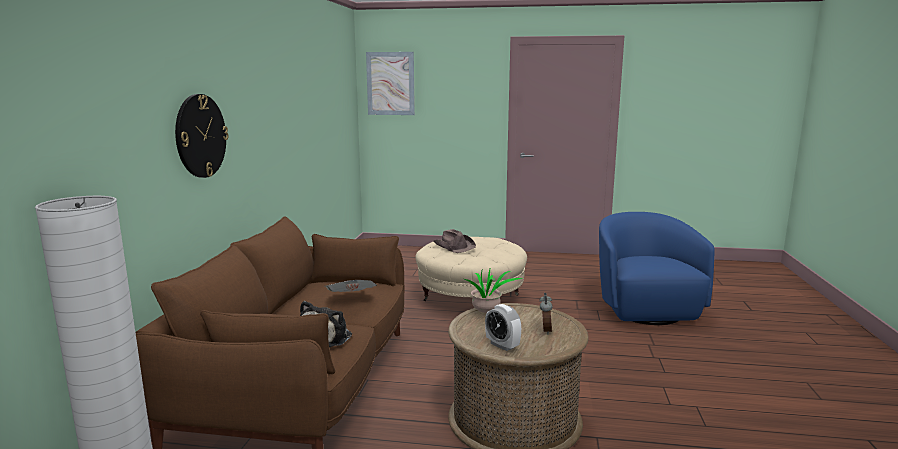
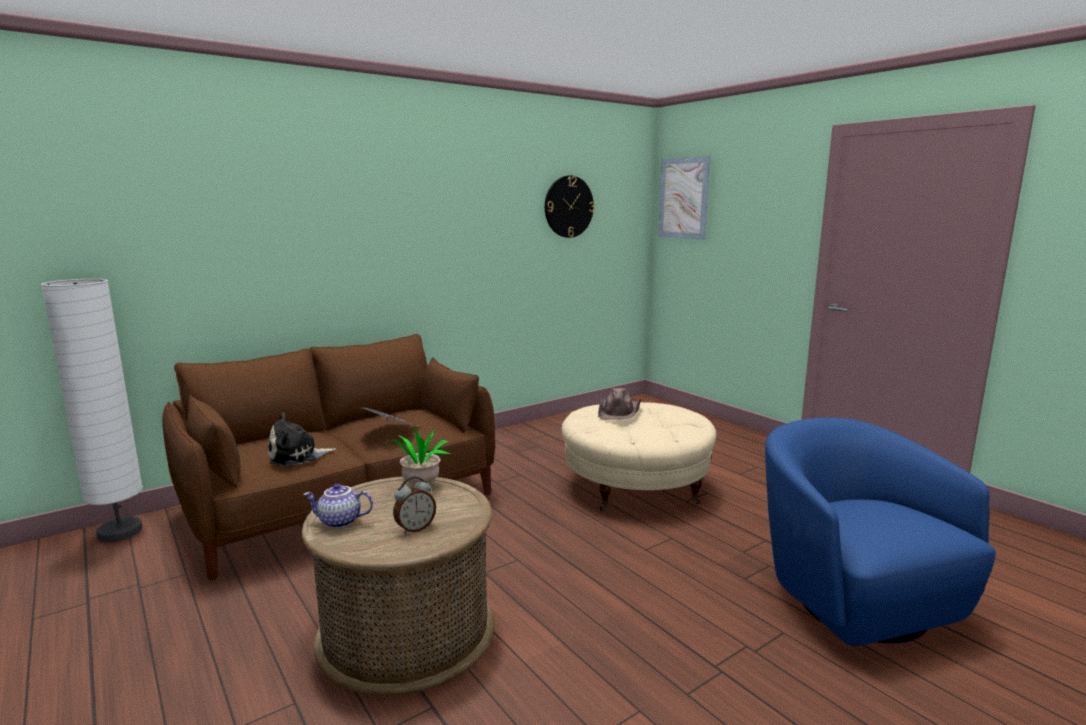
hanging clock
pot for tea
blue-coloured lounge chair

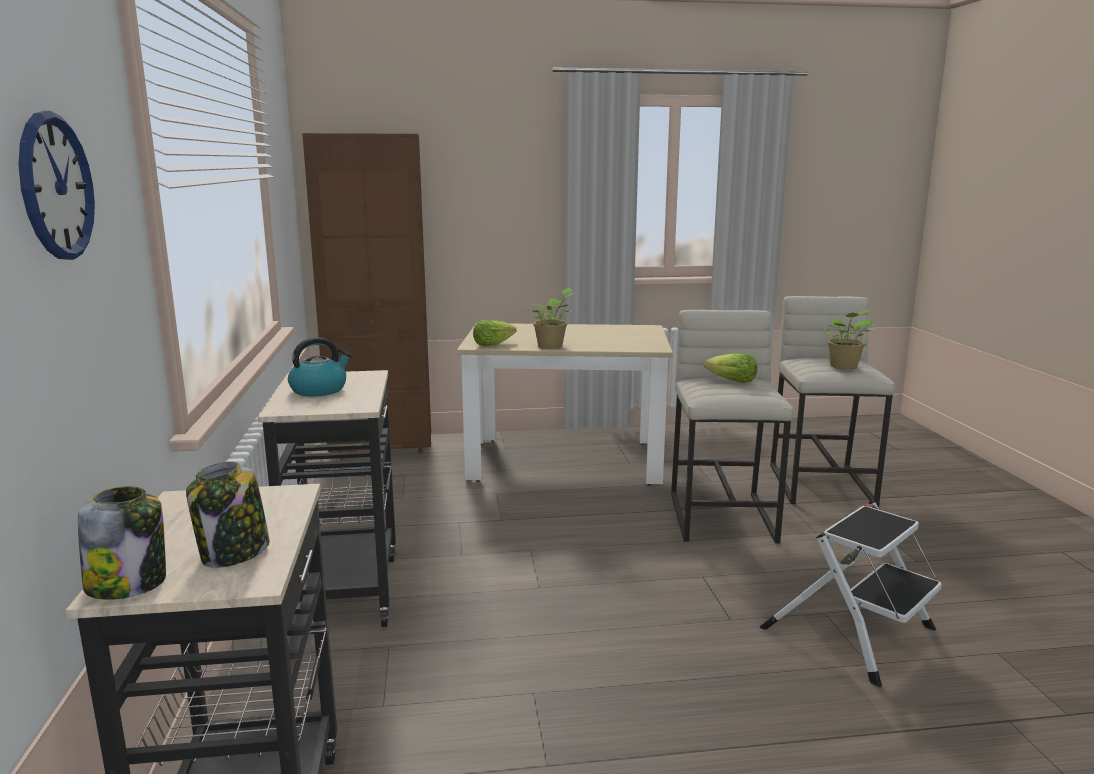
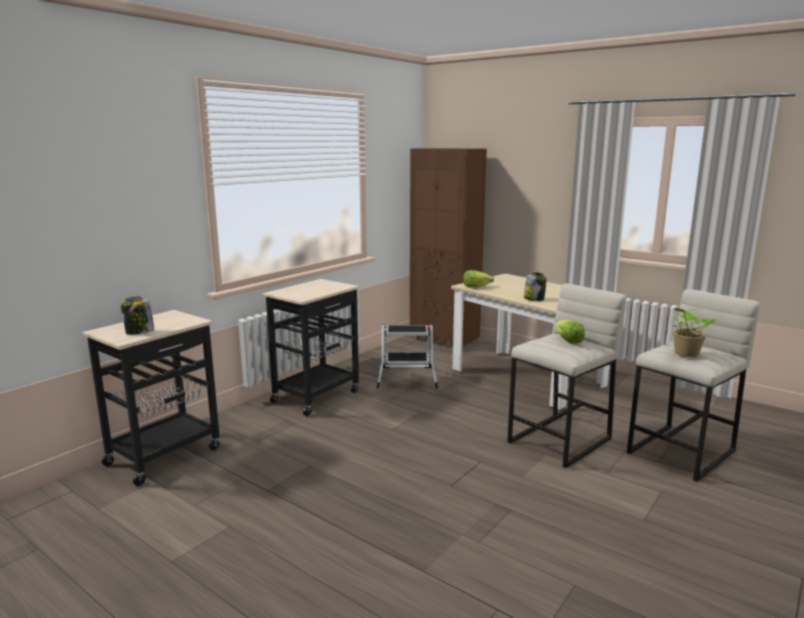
hanging clock
water kettle
plant in a pot (no. 1 from left in the first image)
storage jar (no. 2 from left)
step ladder

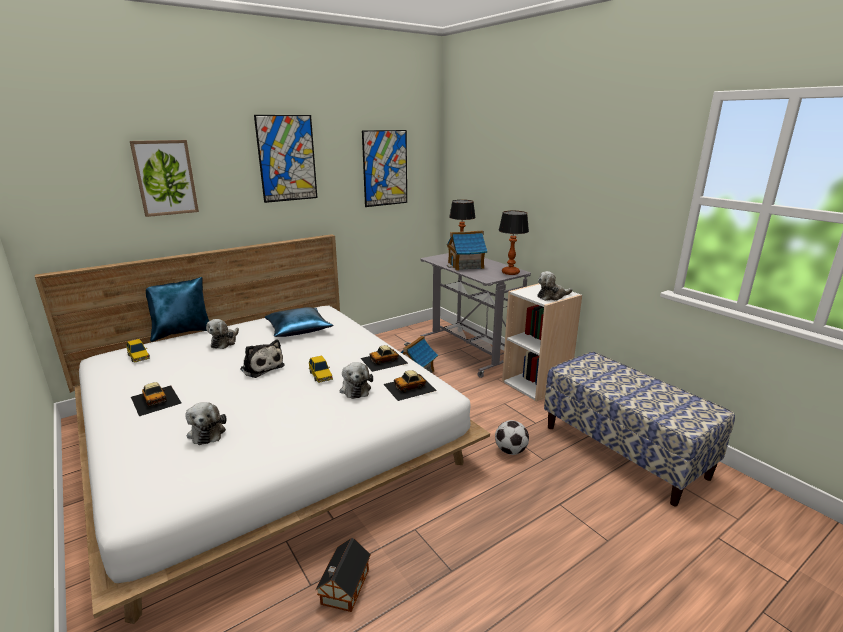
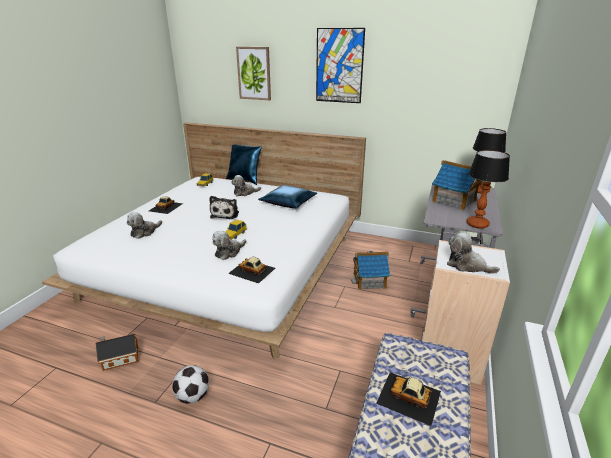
wall picture (no. 3 from left in the first image)
model car (no. 5 from left)
football

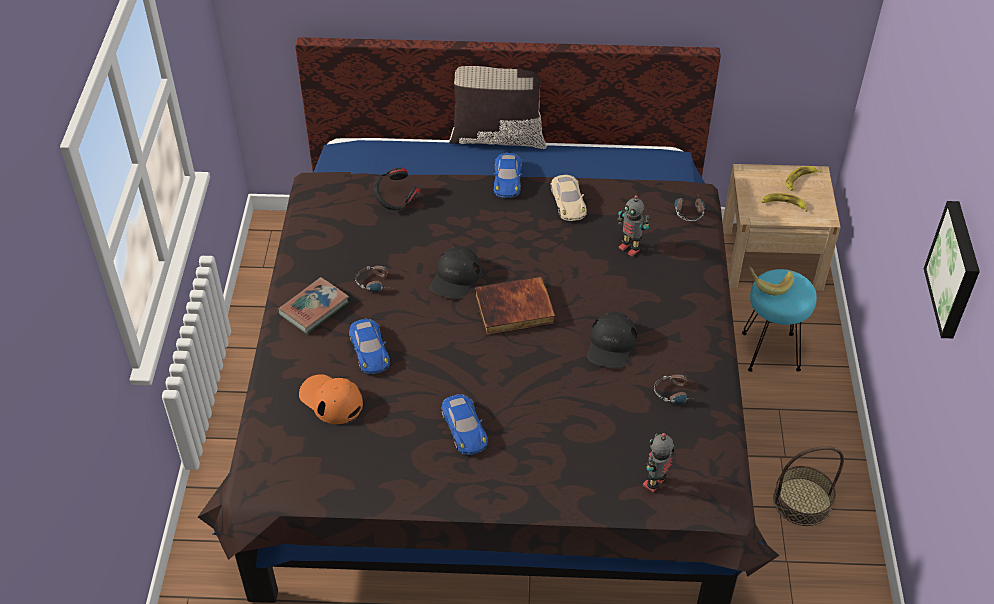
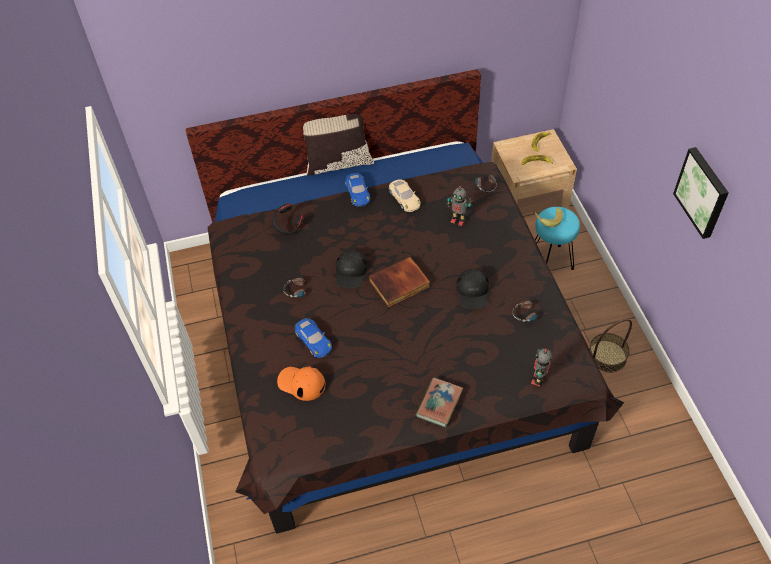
blue-coloured model car (no. 2 from left in the first image)
book (no. 2 from left)

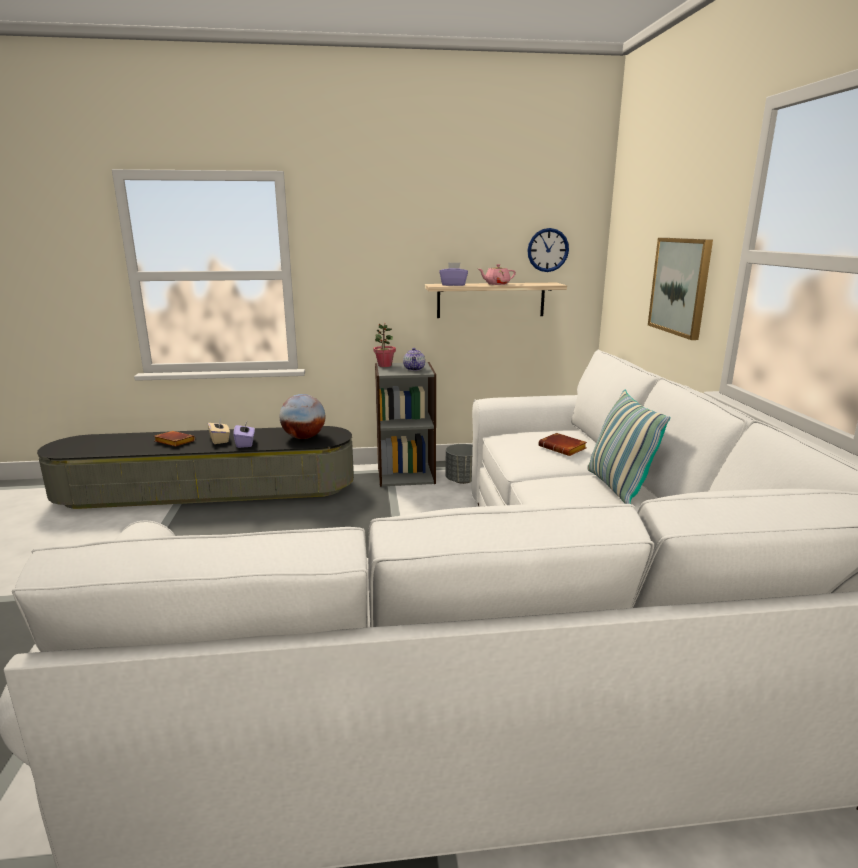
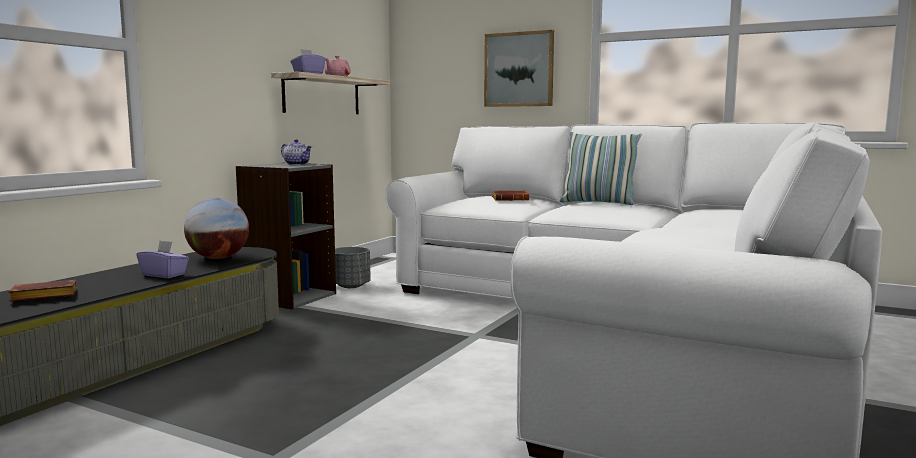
beige-coloured tissue box
plant in a pot
hanging clock

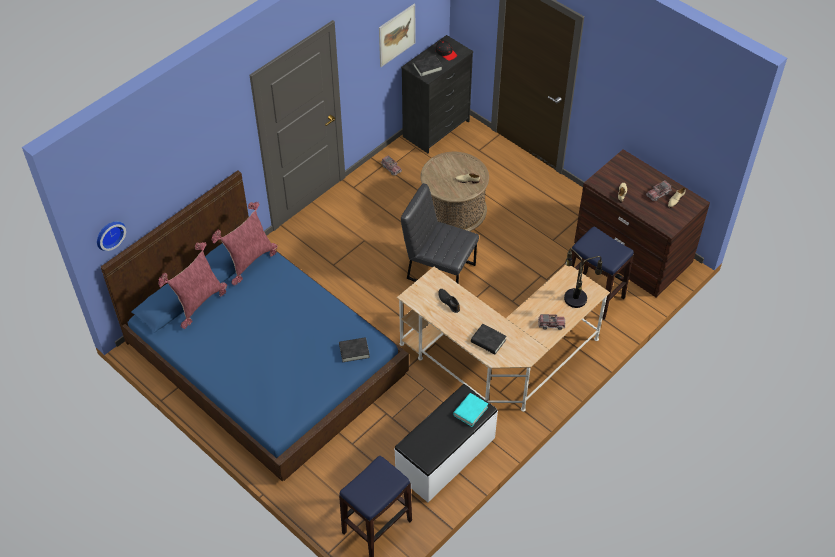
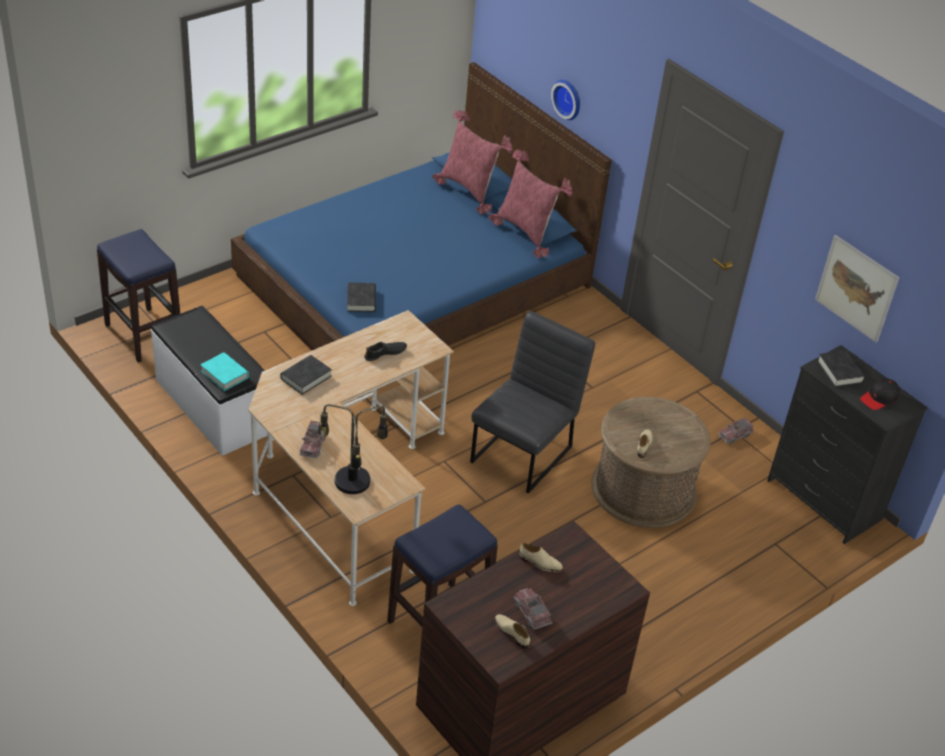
hanging clock

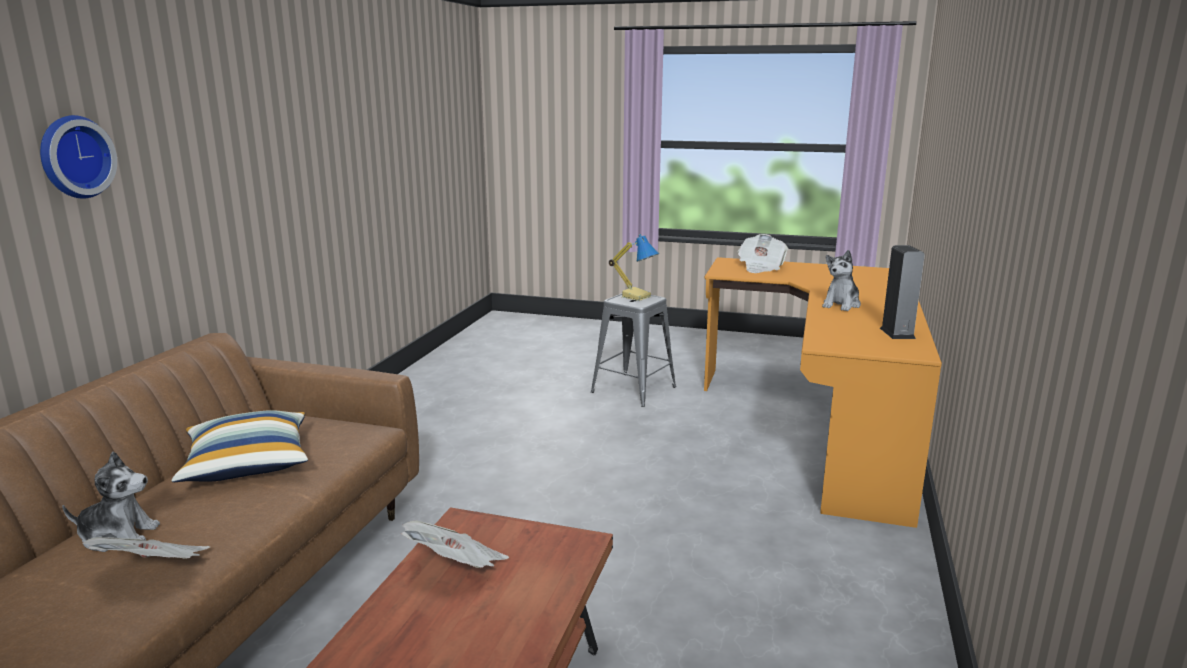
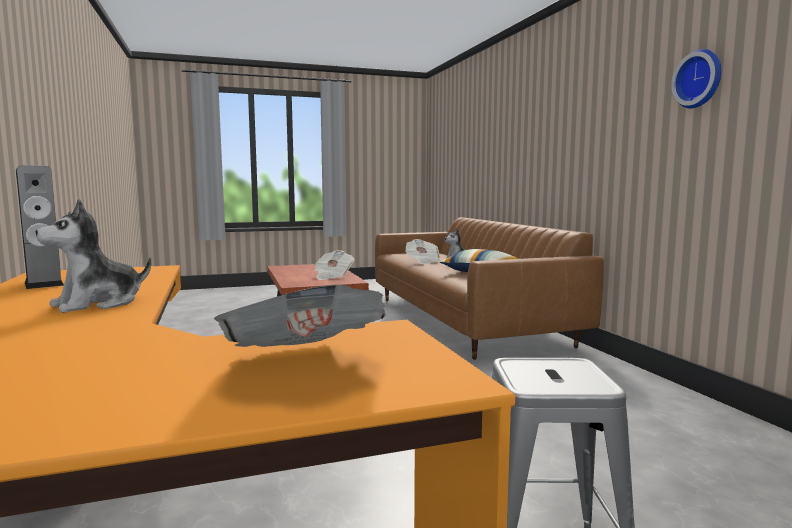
tabletop lamp
hanging clock
soft toy (no. 1 from left)

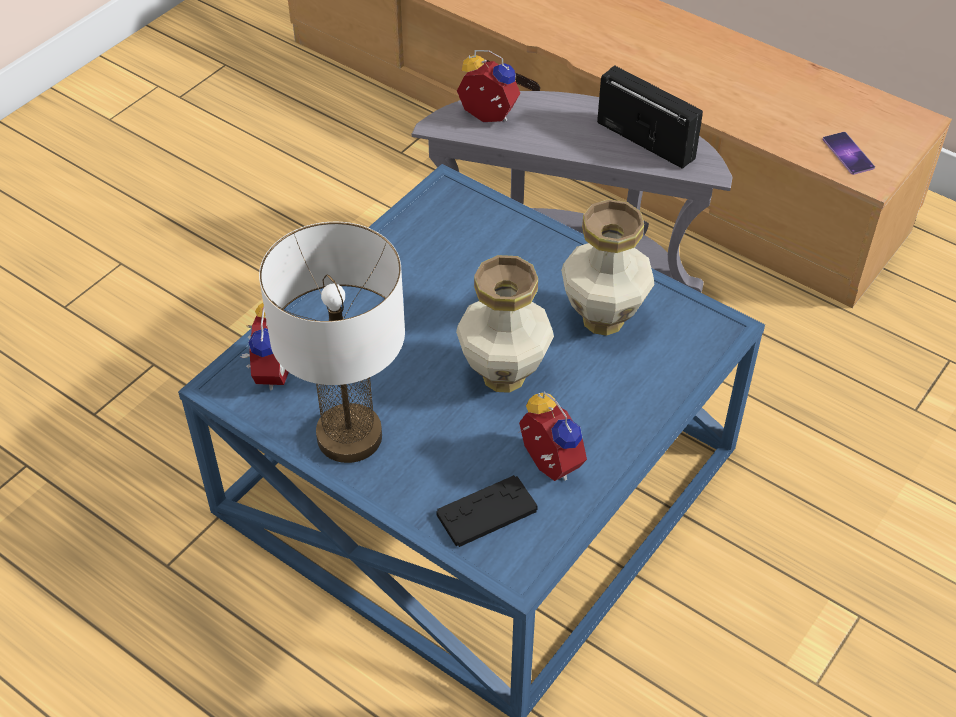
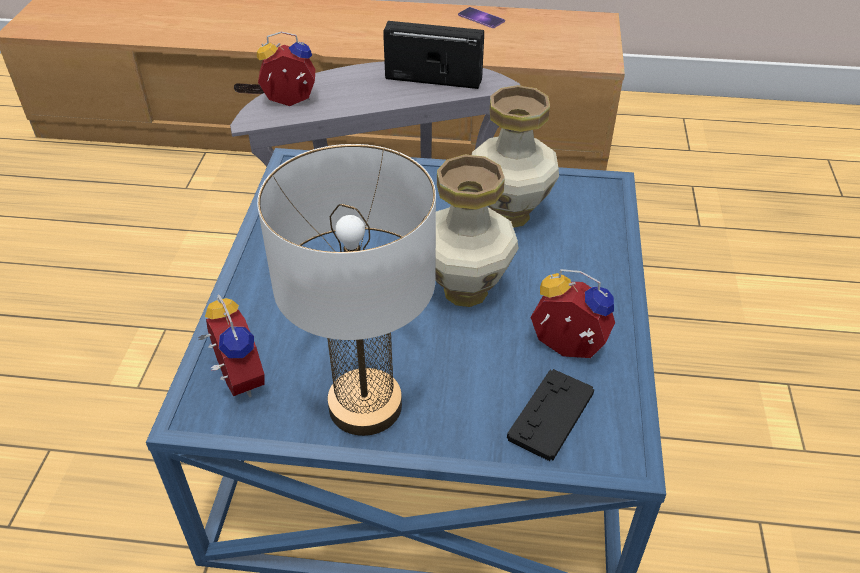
telephone

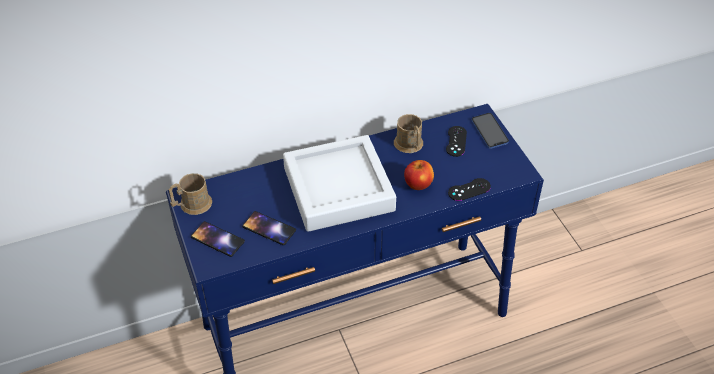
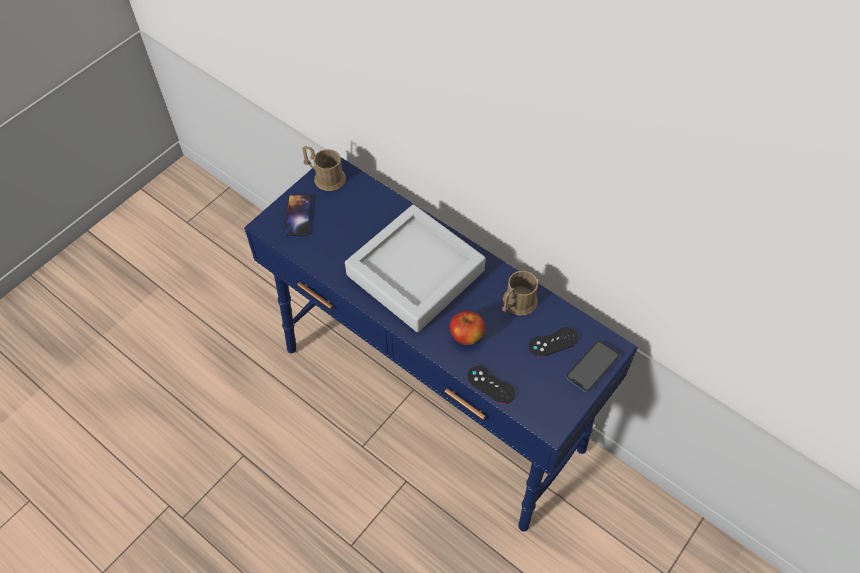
telephone (no. 2 from left in the first image)

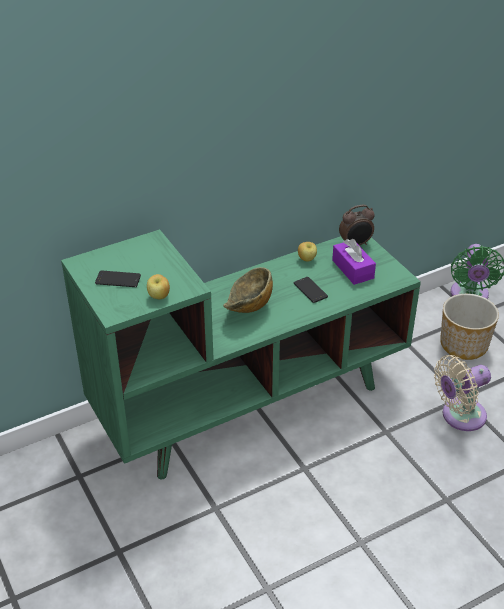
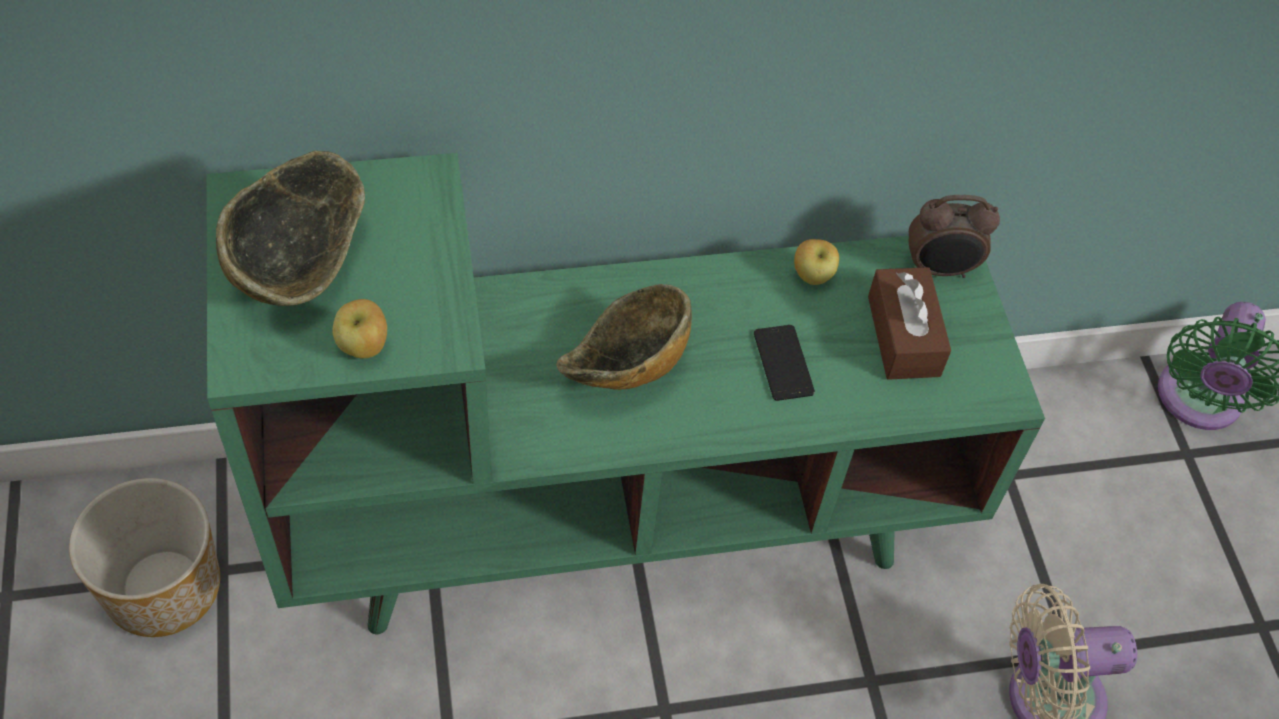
plant pot
bowl (no. 1 from left)
brown-coloured tissue box

